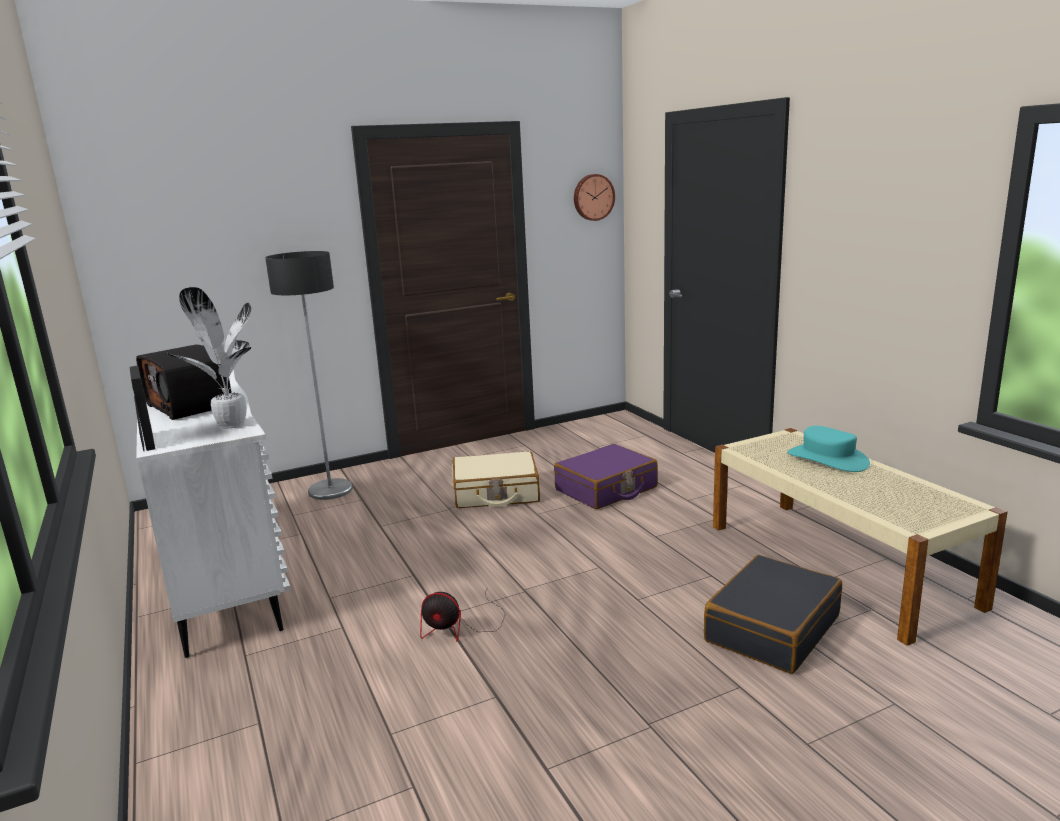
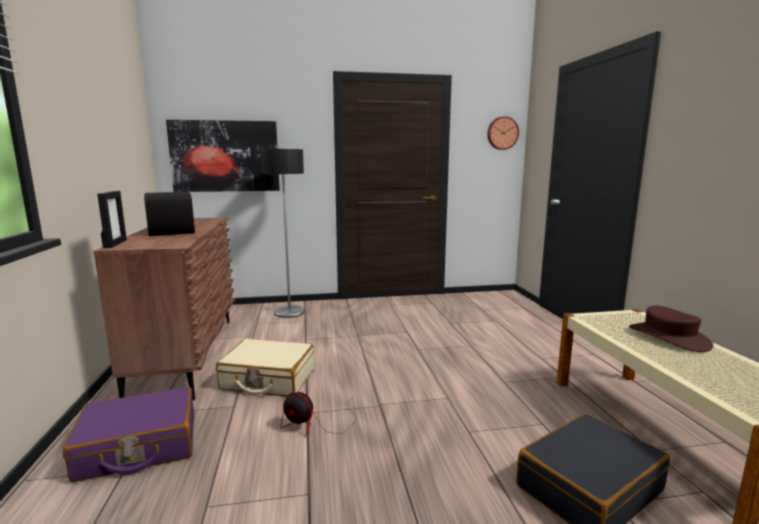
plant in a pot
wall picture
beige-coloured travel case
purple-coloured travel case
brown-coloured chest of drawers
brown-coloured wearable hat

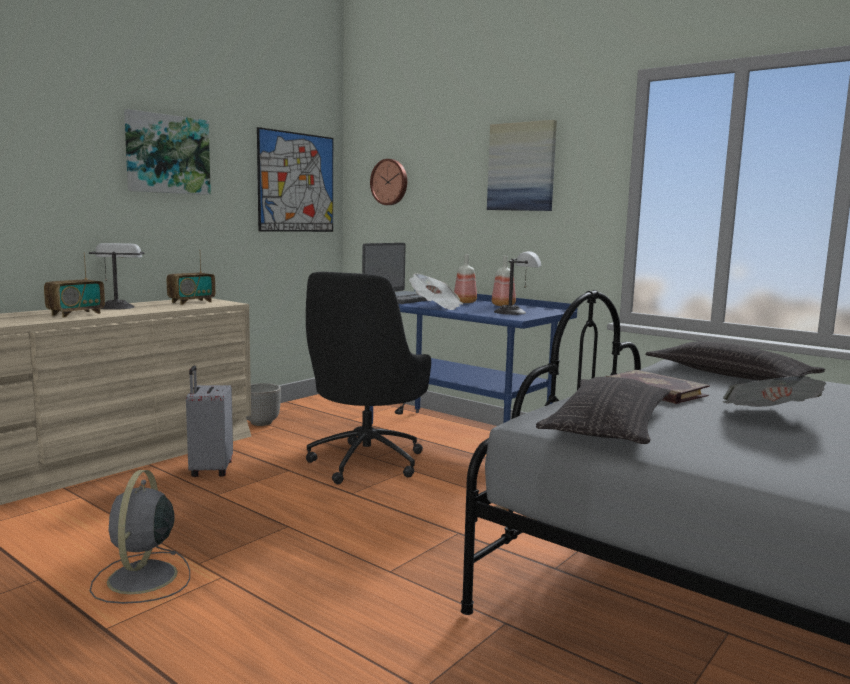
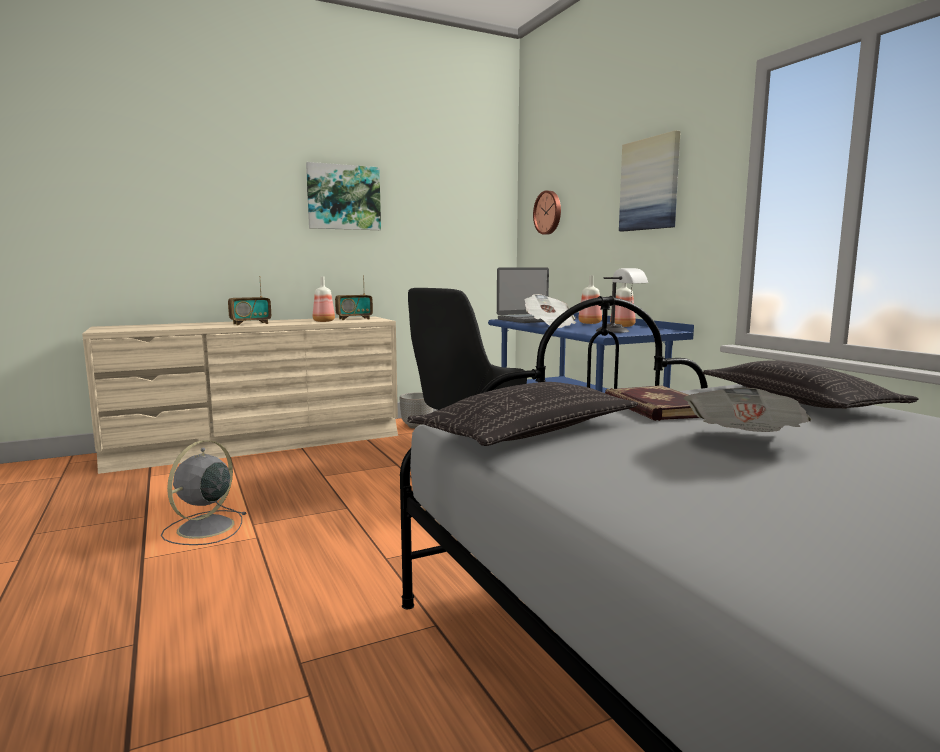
tabletop lamp (no. 1 from left in the first image)
greyish travel case
wall picture (no. 2 from left in the first image)
bottle (no. 1 from left)

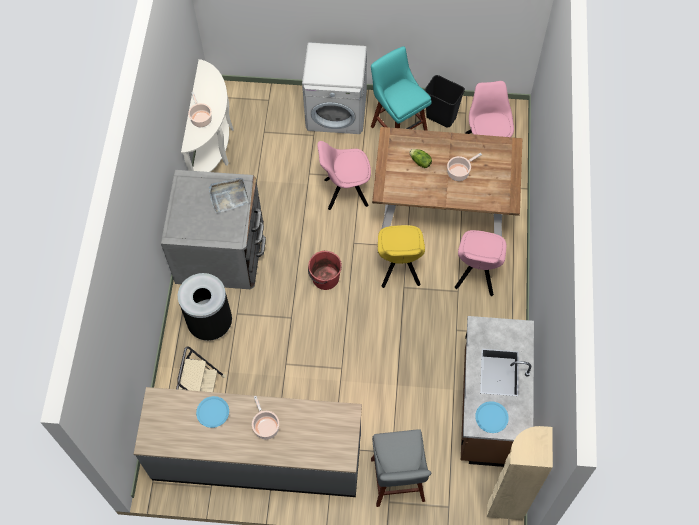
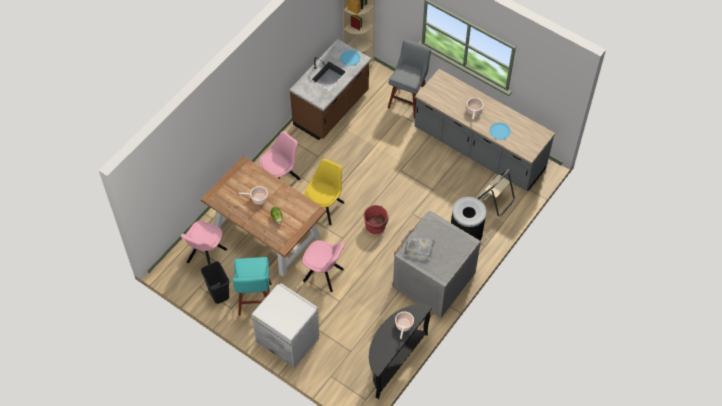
black-coloured narrow table

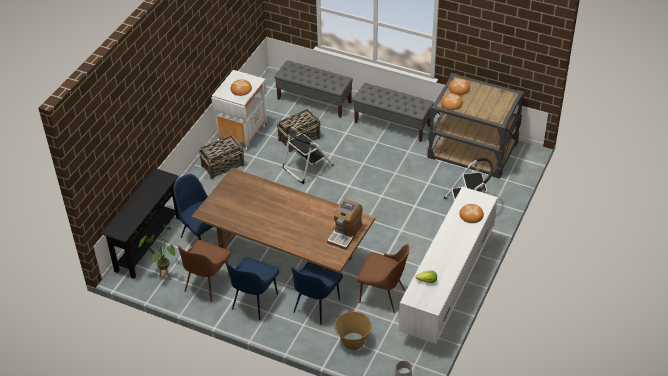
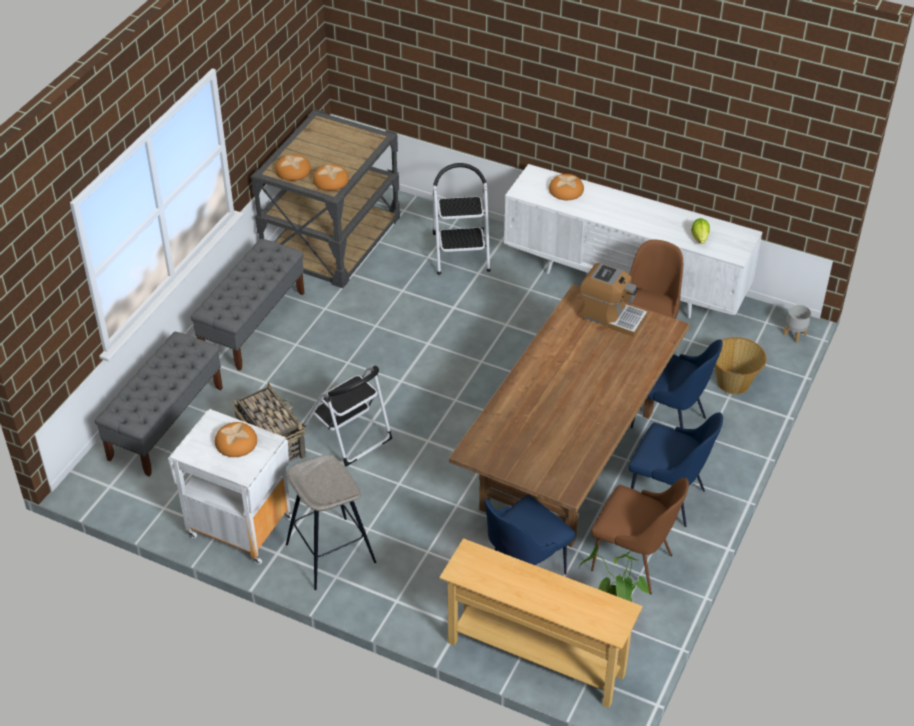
greyish sitting stool
beige-coloured narrow table

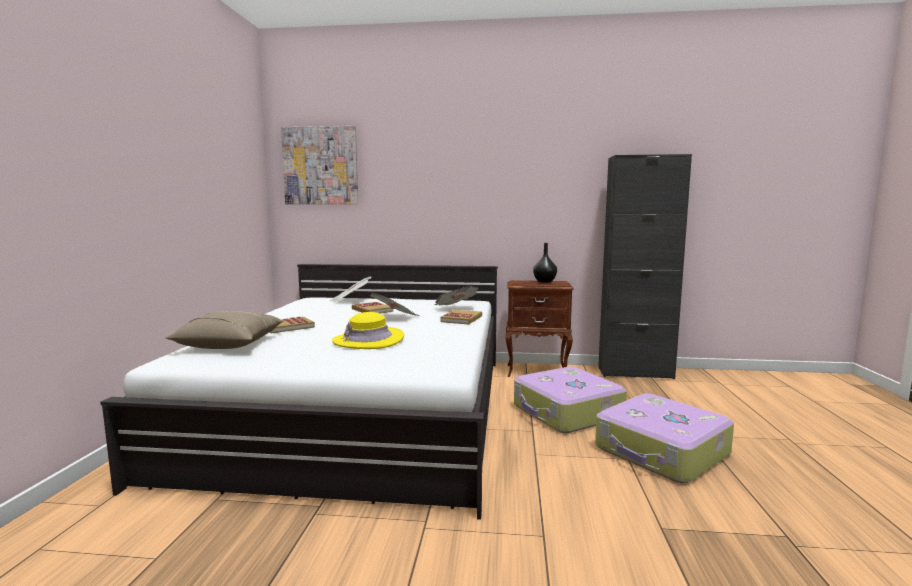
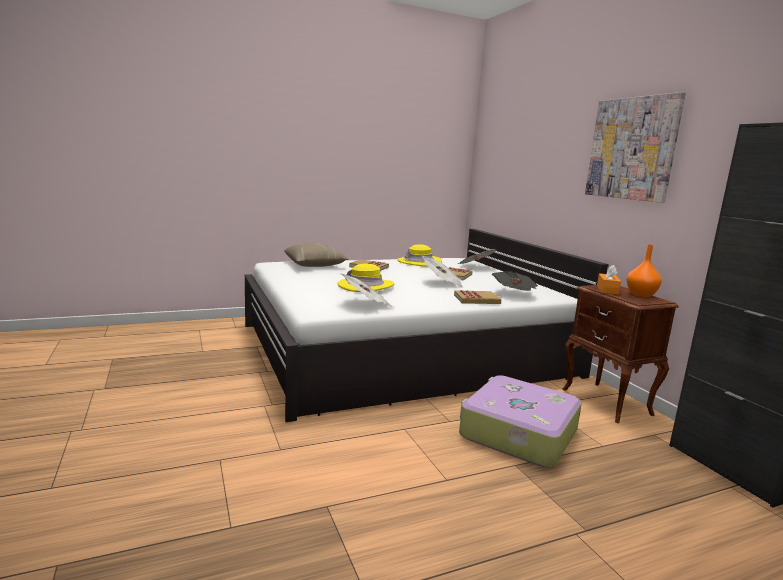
travel case (no. 2 from left in the first image)
printed paper (no. 1 from left)
yellow wearable hat (no. 2 from left)
orange tissue box
wall picture
orange vase

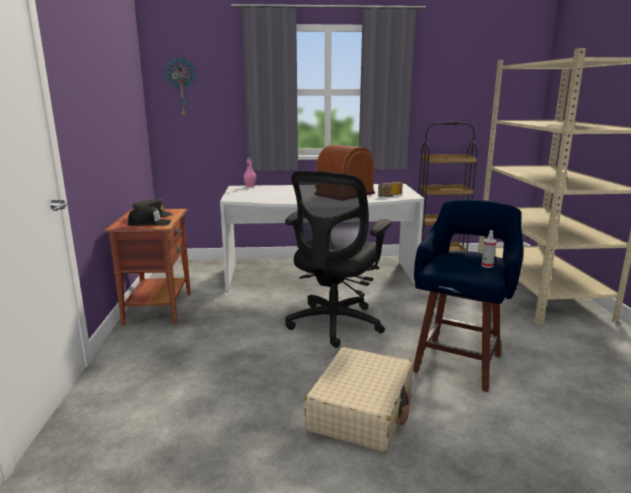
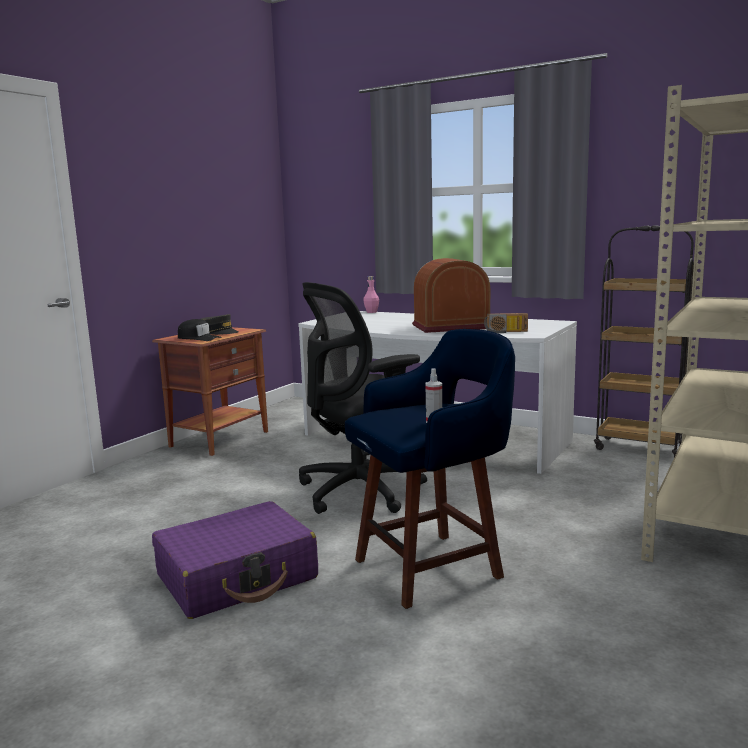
hanging clock
purple-coloured travel case

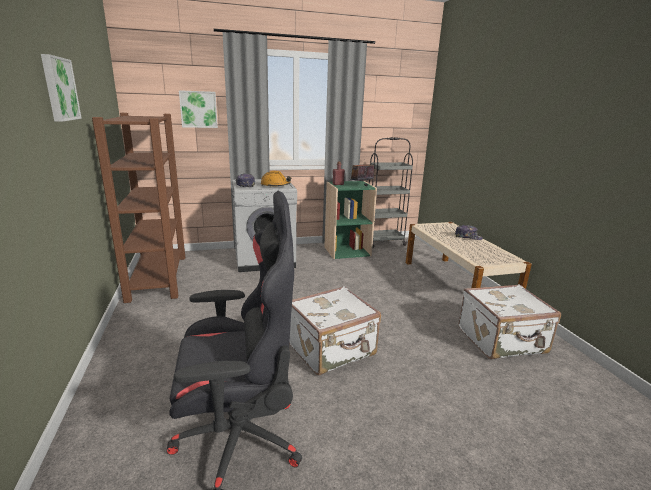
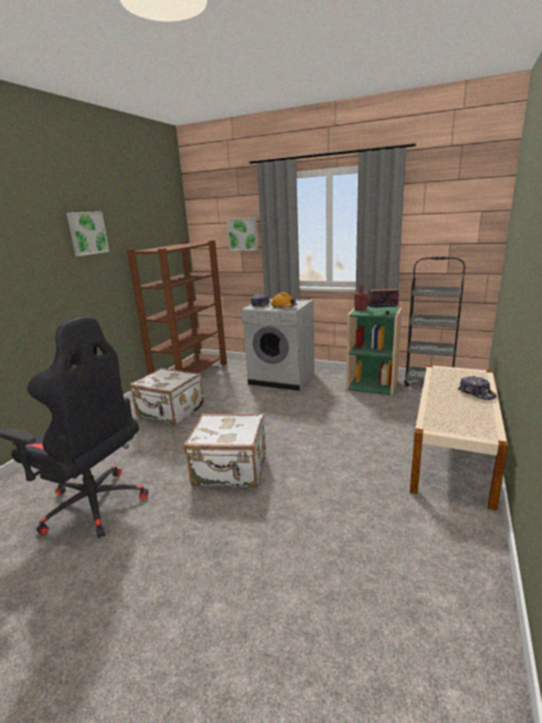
white-coloured travel case (no. 1 from left)

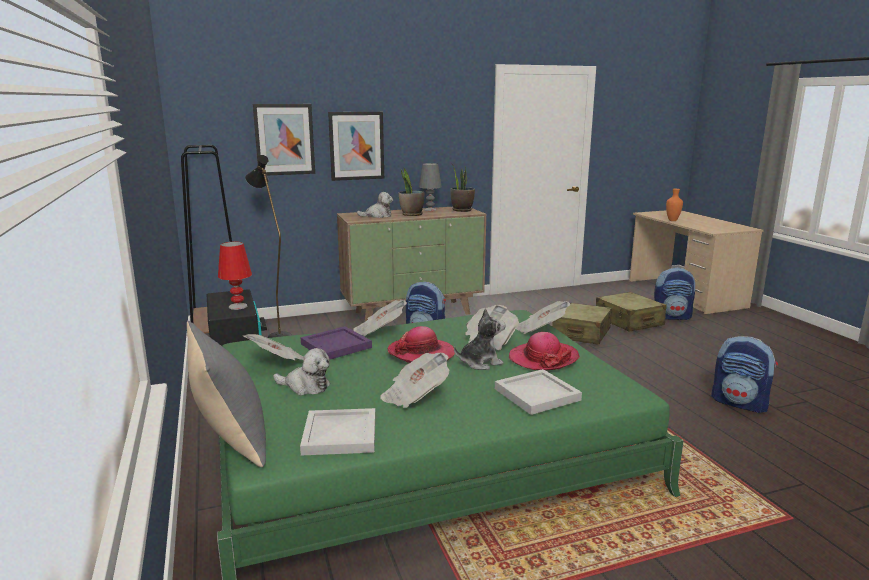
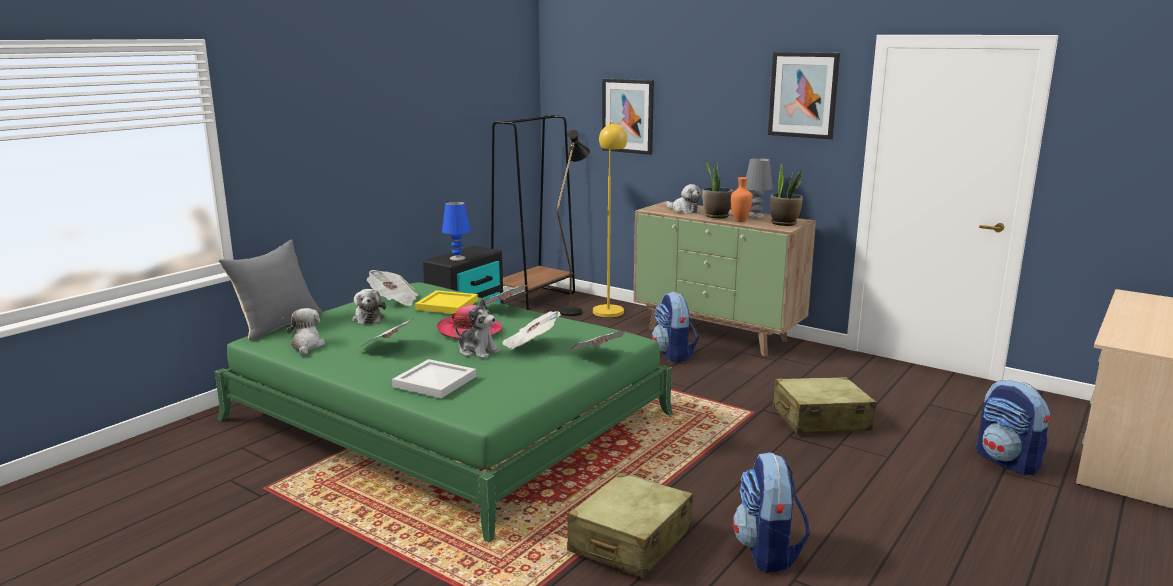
wearable hat (no. 2 from left in the first image)
yellow standard lamp
wall picture (no. 2 from left)
beige-coloured travel case (no. 1 from left)
orange vase
soft toy (no. 1 from left)
blue-coloured tabletop lamp
yellow carrying tray

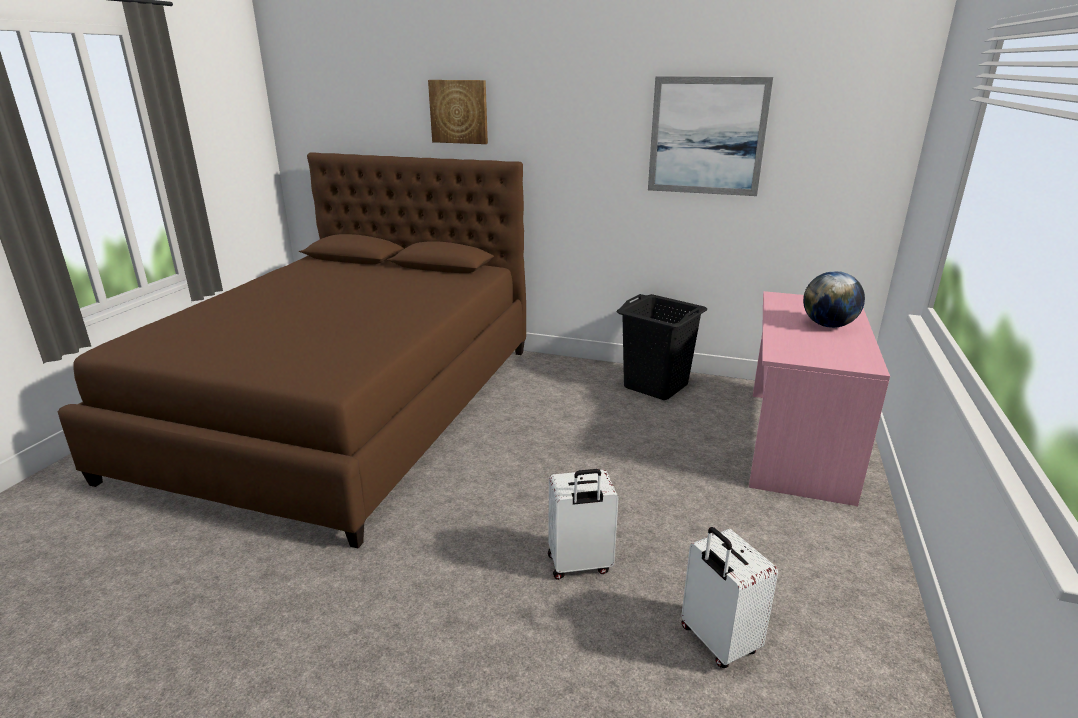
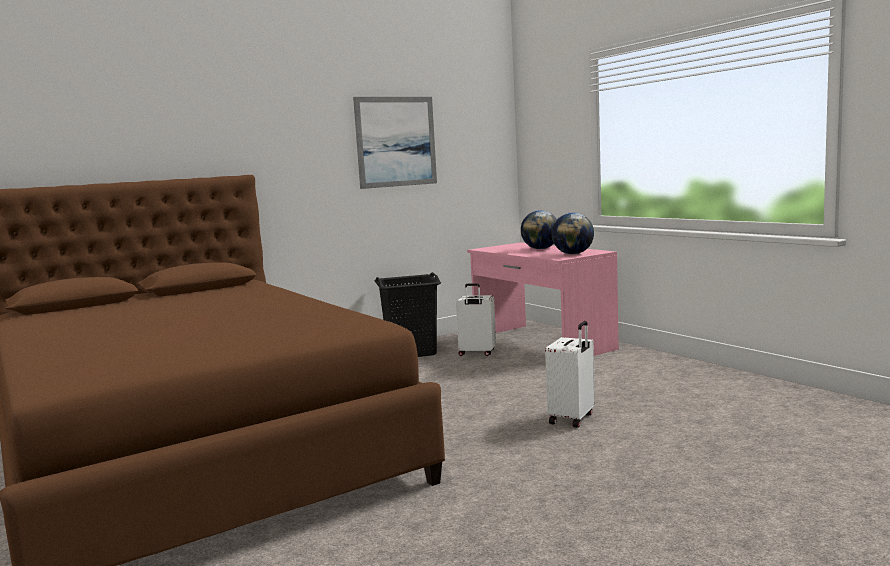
wall picture (no. 1 from left in the first image)
desk globe (no. 2 from left)
white-coloured travel case (no. 1 from left)

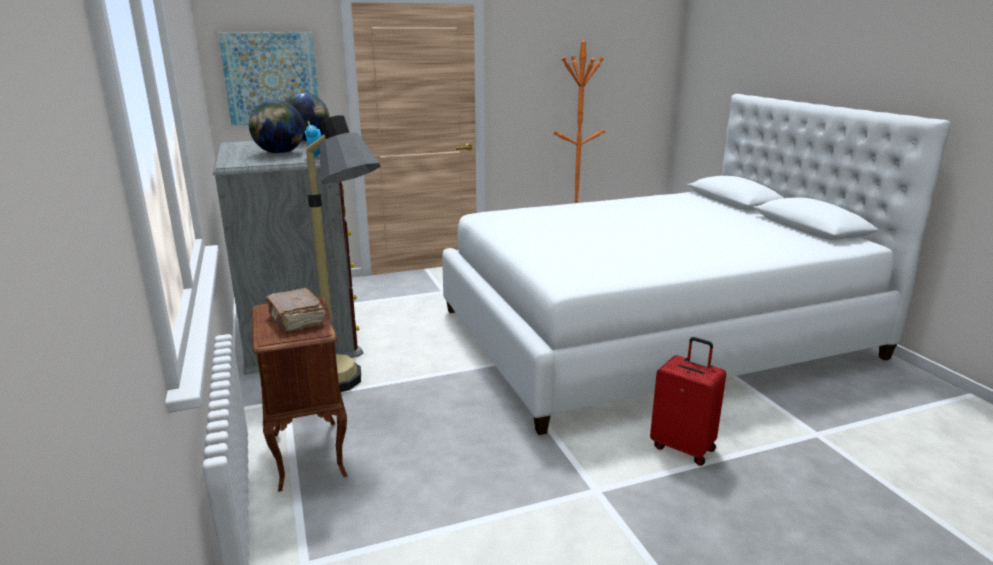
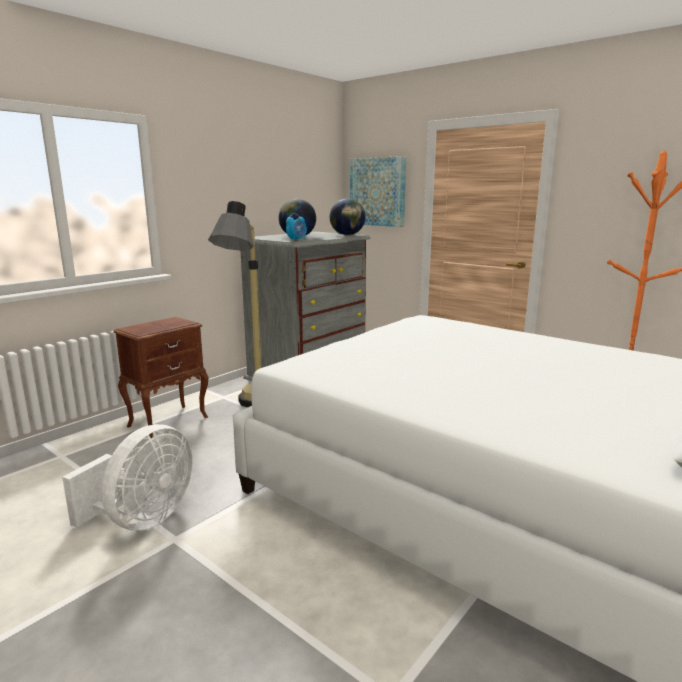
brown-coloured book
red travel case
white-coloured fan

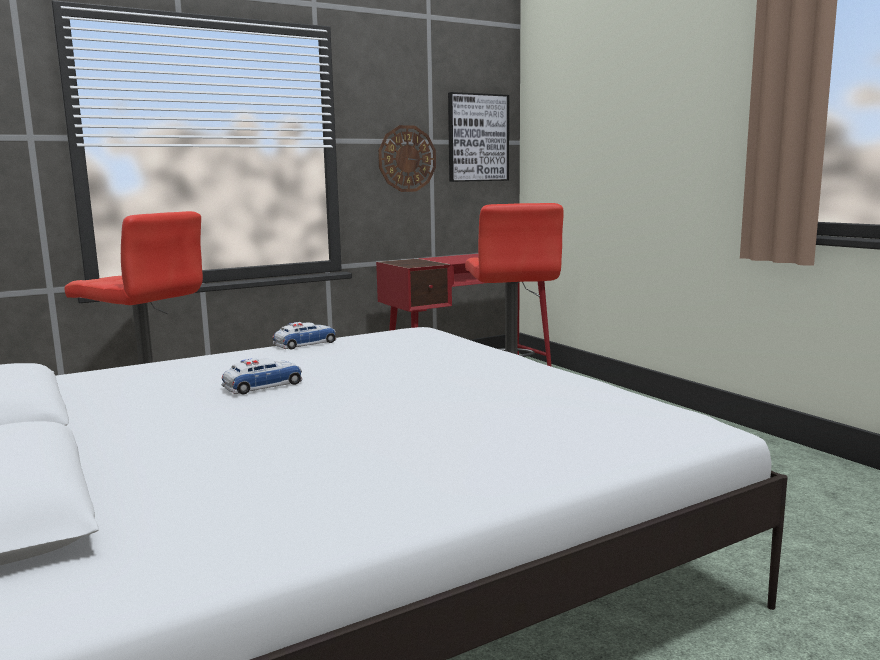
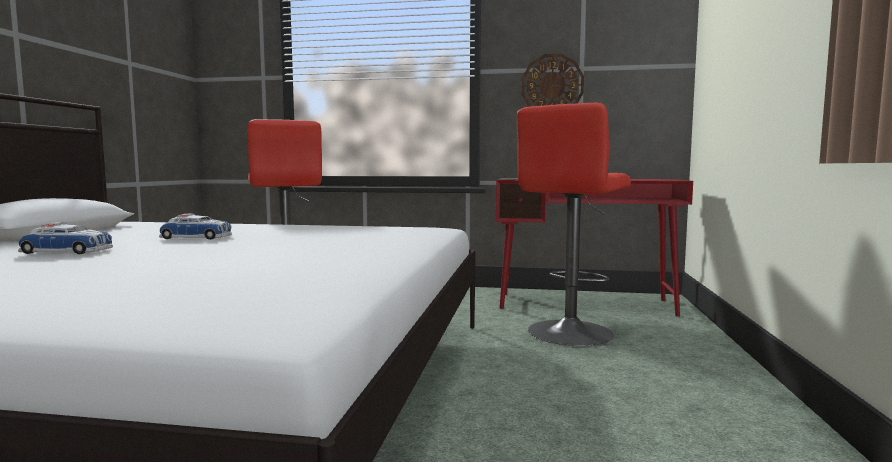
wall picture
model car (no. 1 from left)

